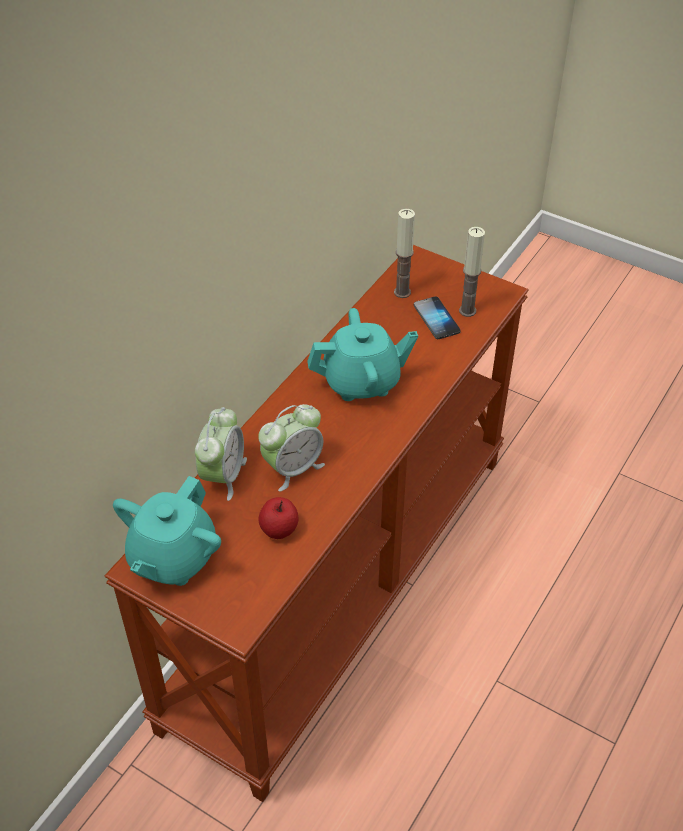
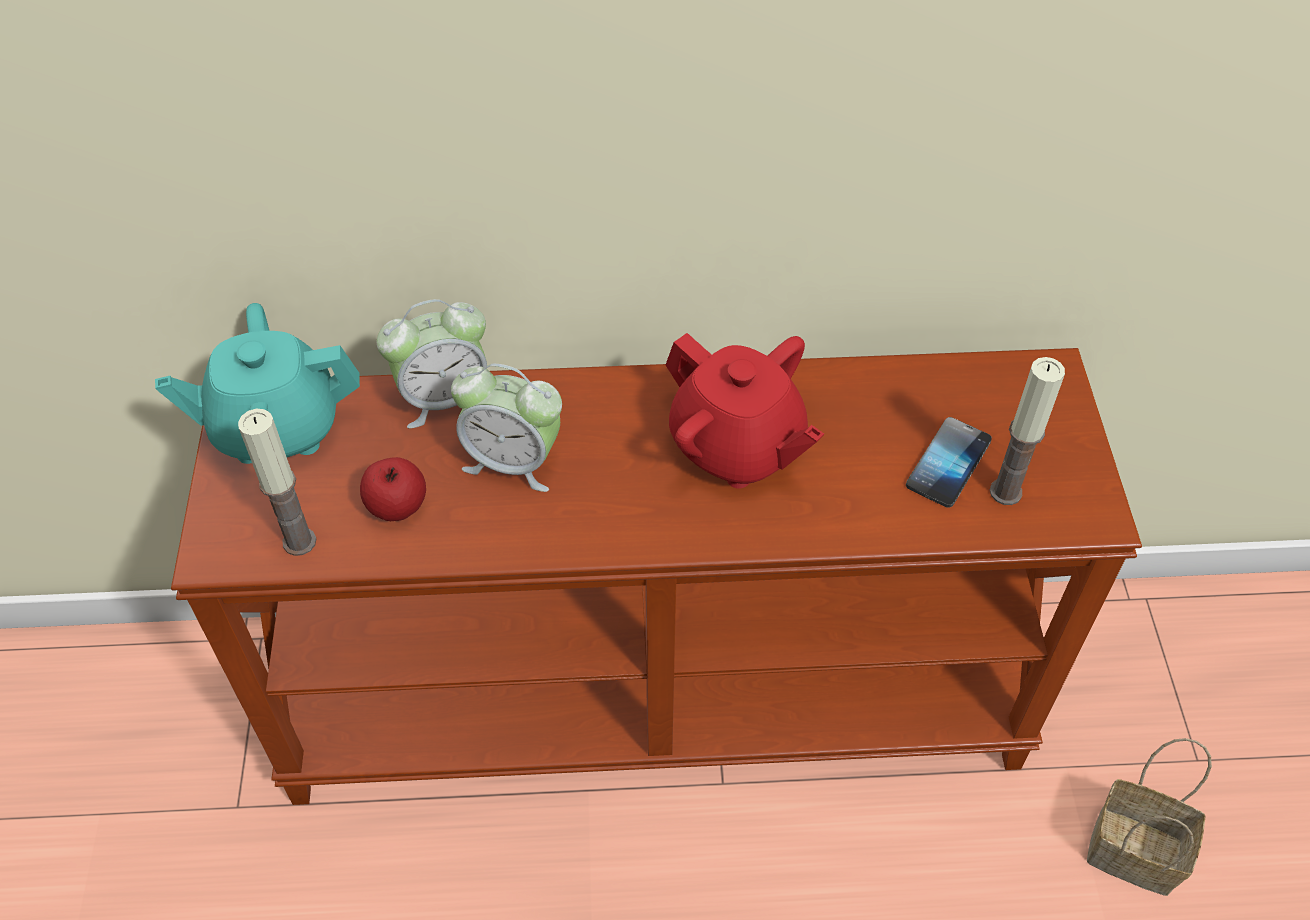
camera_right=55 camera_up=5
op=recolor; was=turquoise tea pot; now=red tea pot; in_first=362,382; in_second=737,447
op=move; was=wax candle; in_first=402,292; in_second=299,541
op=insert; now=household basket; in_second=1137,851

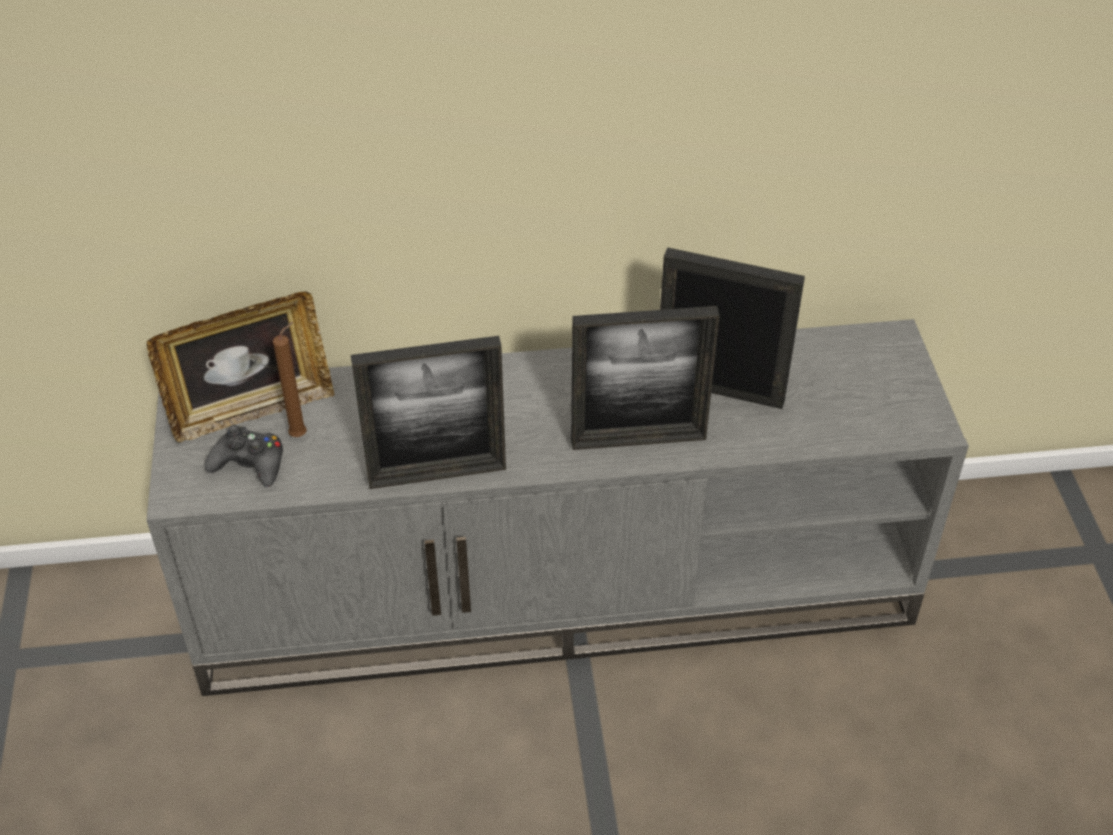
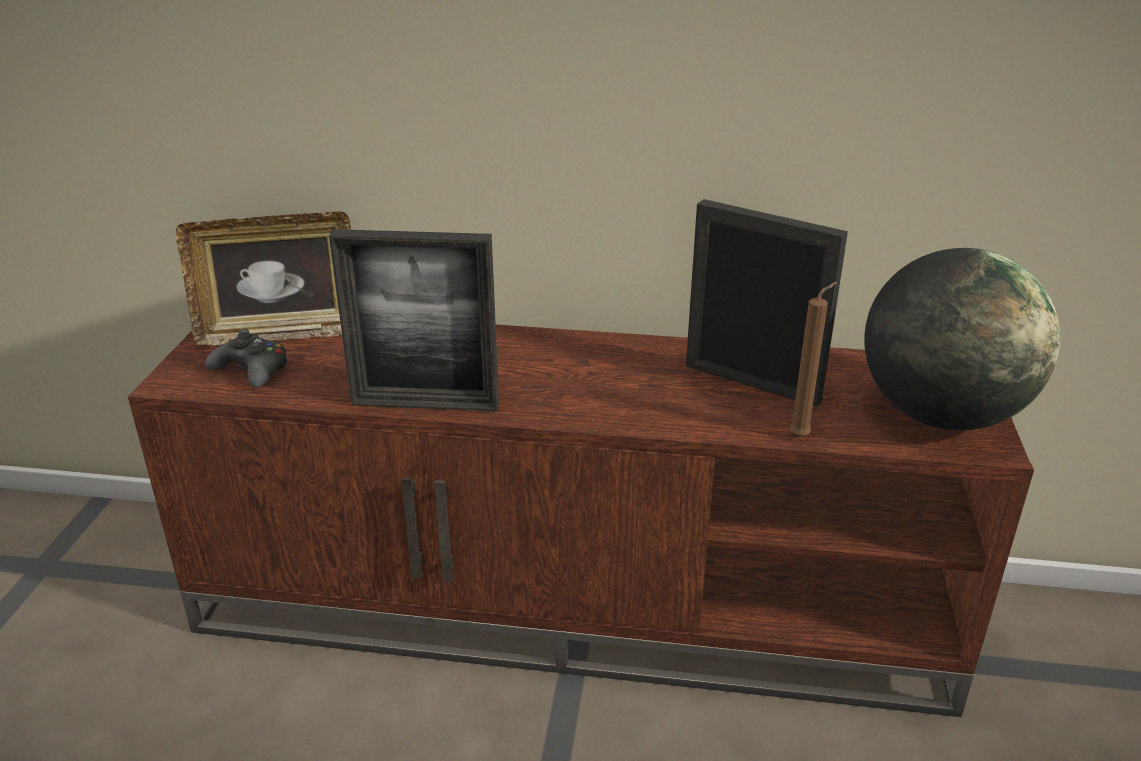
camera_right=15 camera_up=-15
op=recolor; was=grey tv stand; now=brown tv stand; in_first=559,589; in_second=575,606
op=move; was=brown wax candle; in_first=301,434; in_second=802,436
op=delete; was=picture frame; in_first=638,440
op=insert; now=globe; in_second=941,416

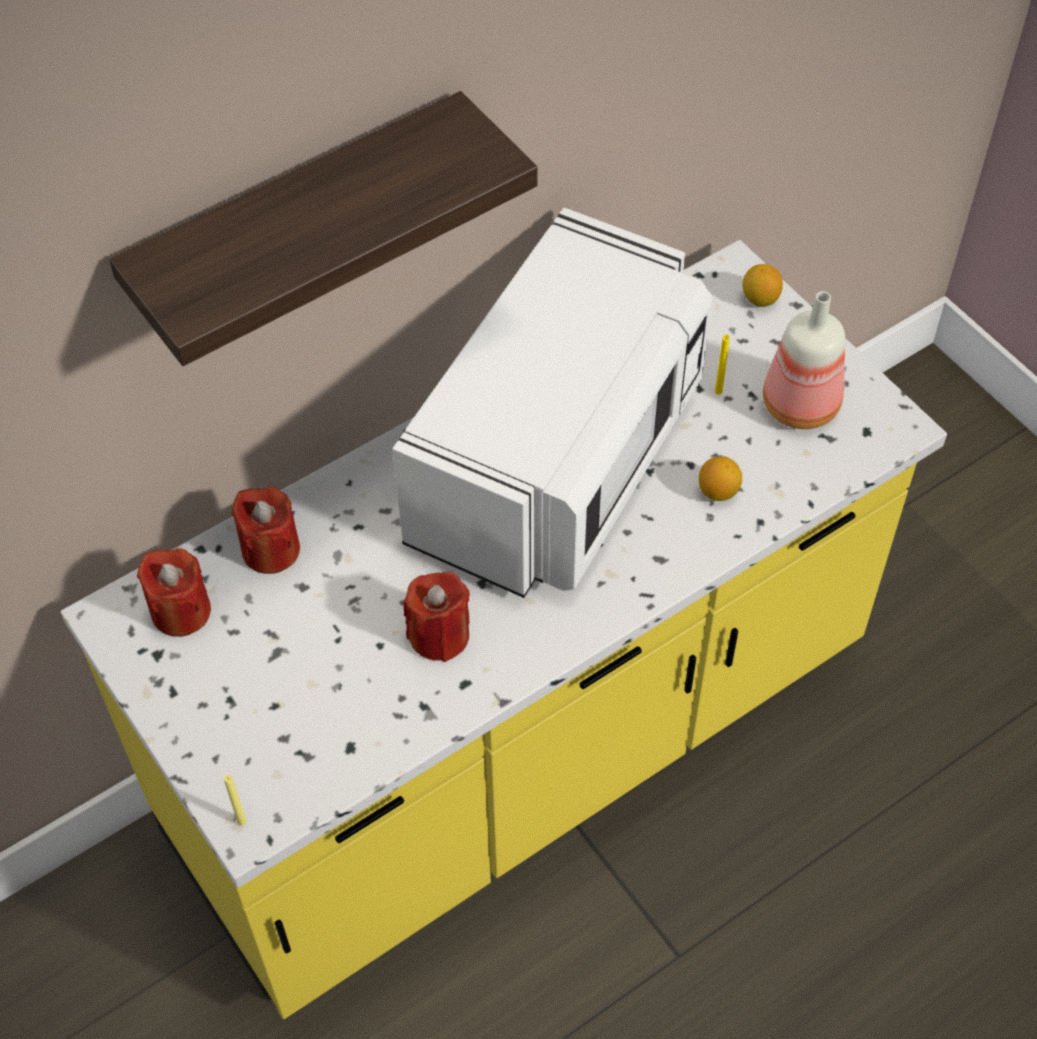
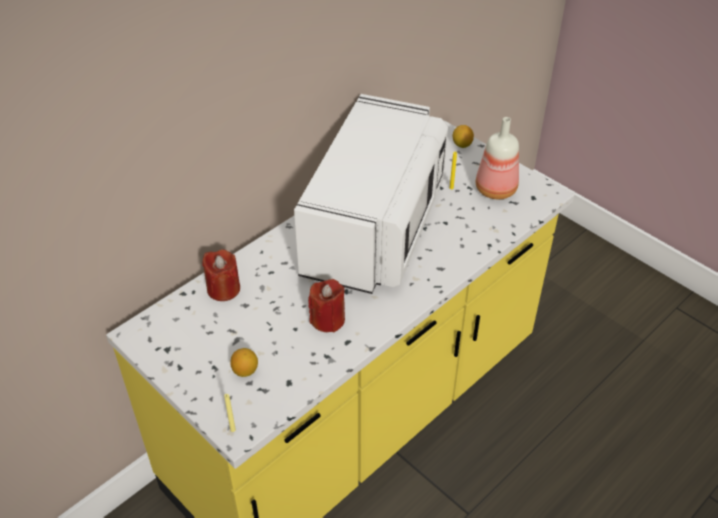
camera_right=-10 camera_up=-10
op=delete; was=bracket shelf; in_first=300,228
op=delete; was=red wax candle; in_first=181,611
op=move; was=lemon; in_first=718,491; in_second=245,371

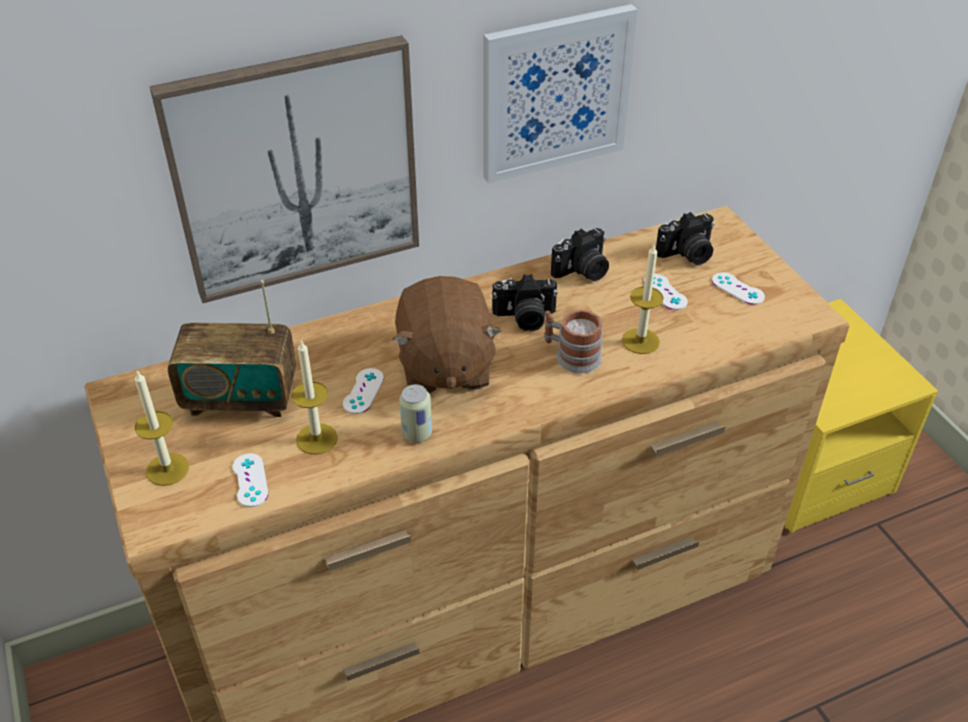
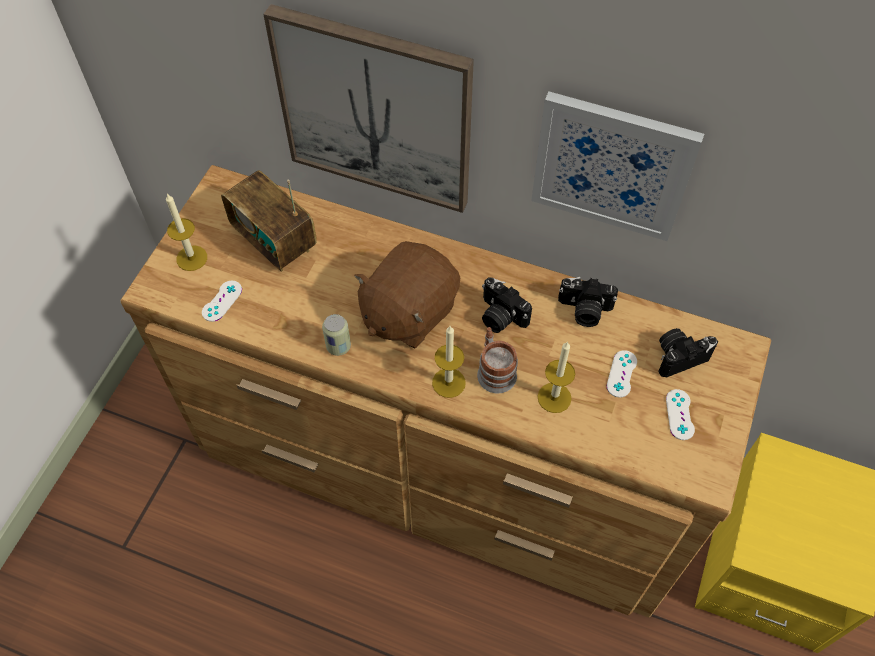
camera_right=45 camera_up=15
op=move; was=wax candle; in_first=316,439; in_second=448,382
op=delete; was=white gamepad; in_first=363,391
op=rotate; was=photo camera; in_first=687,254; in_second=679,356; clockwise=135

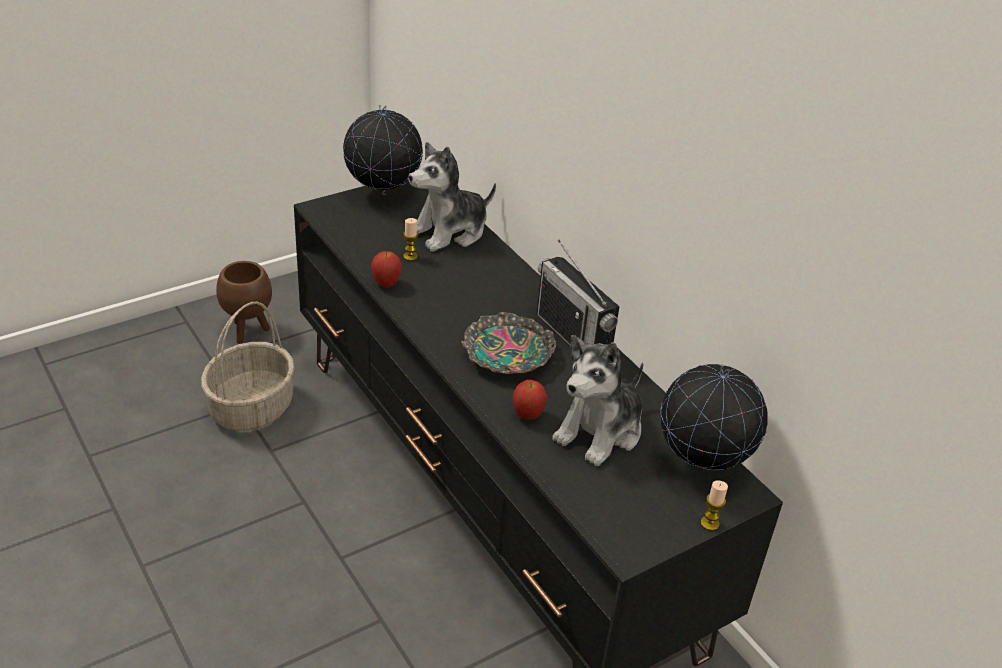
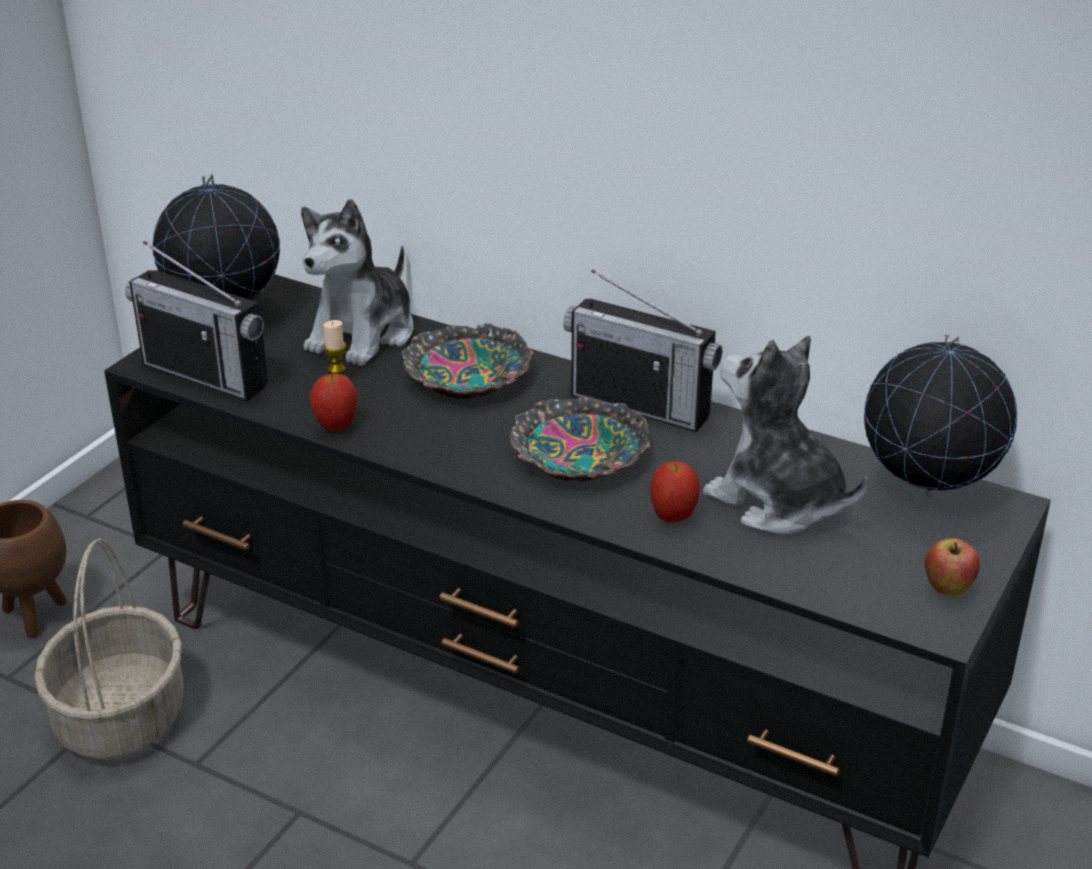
camera_right=-25 camera_up=-5
op=rotate; was=cuddly toy; in_first=600,431; in_second=777,502; clockwise=120
op=delete; was=wax candle; in_first=709,523
op=insert; now=radio receiver; in_second=205,375
op=insert; now=serving bowl; in_second=466,377
op=insert; now=apple fruit; in_second=947,590

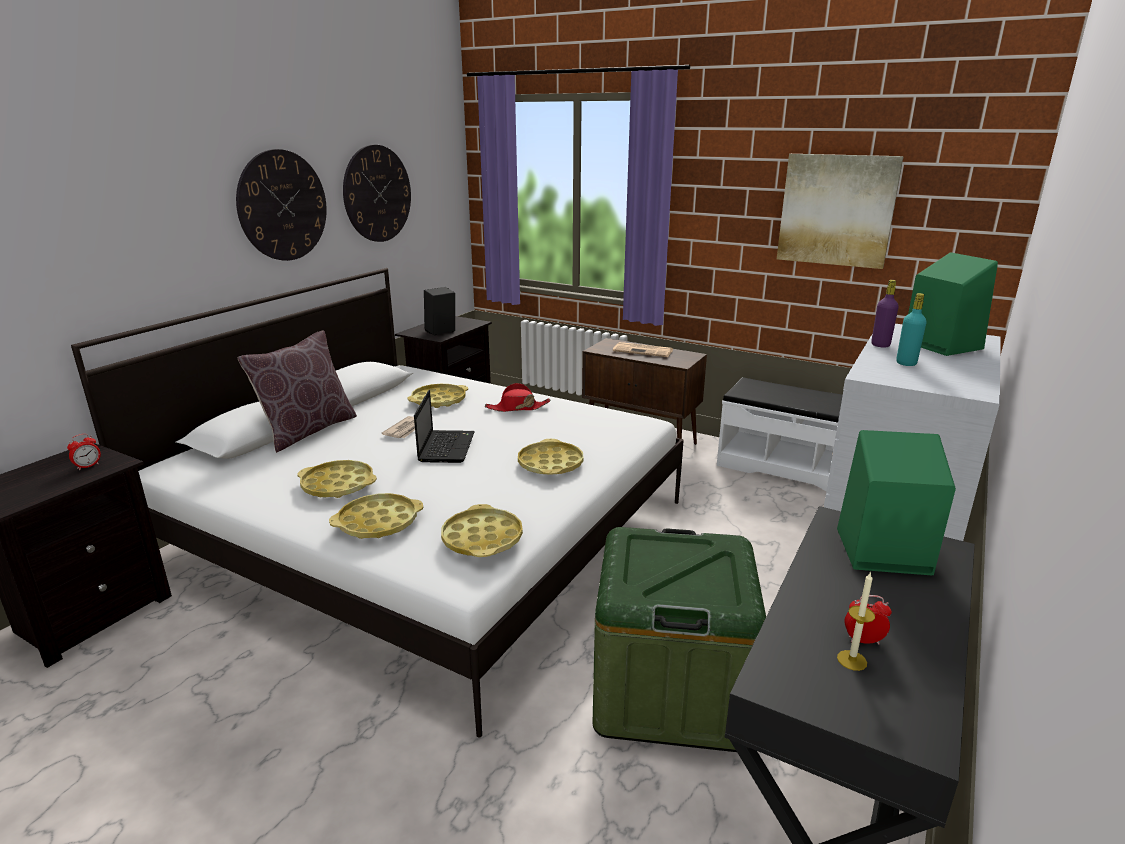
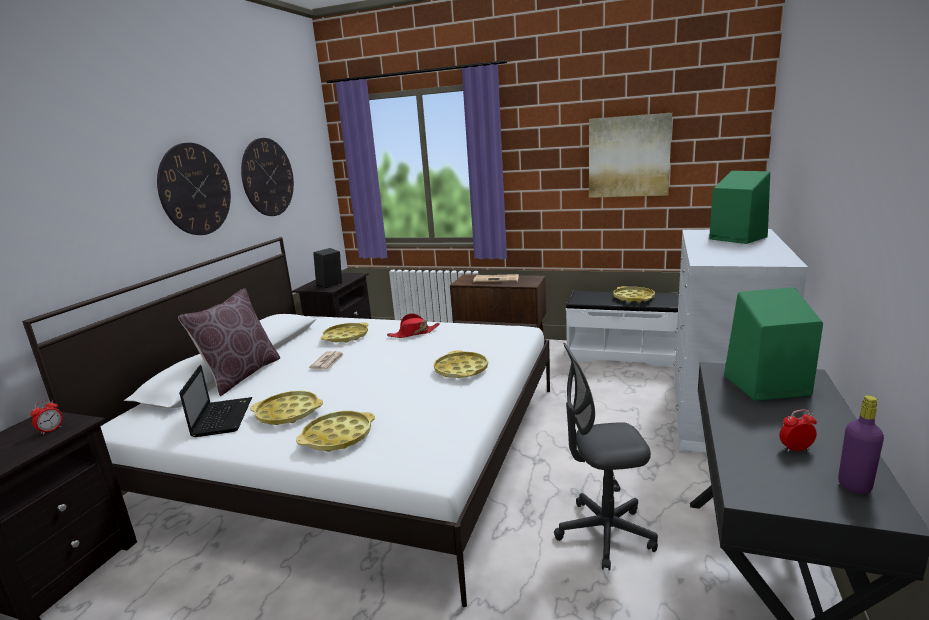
camera_right=-10 camera_up=-5
op=move; was=laptop; in_first=446,447; in_second=222,417
op=move; was=yellow-coloured carrying tray; in_first=482,538; in_second=633,298
op=replace; was=greenish storage box; now=grey computer chair; in_first=670,689; in_second=605,533
op=delete; was=wax candle; in_first=852,660
op=move; was=purple-coloured drink bottle; in_first=880,345; in_second=854,486
op=delete; was=turquoise drink bottle; in_first=906,363

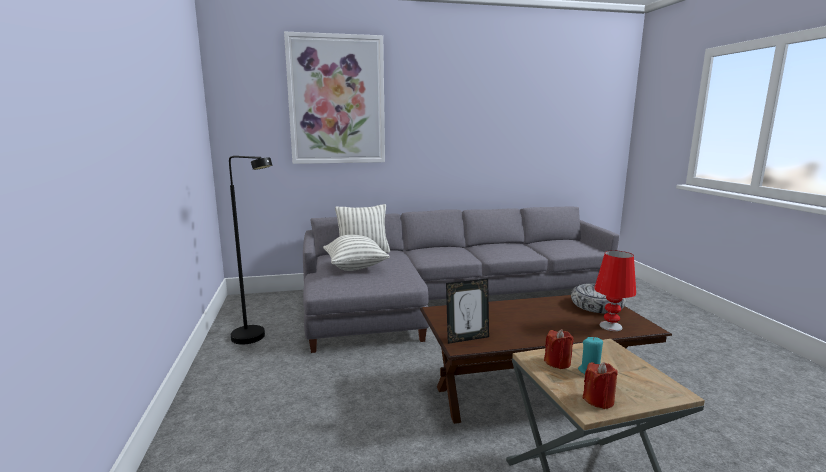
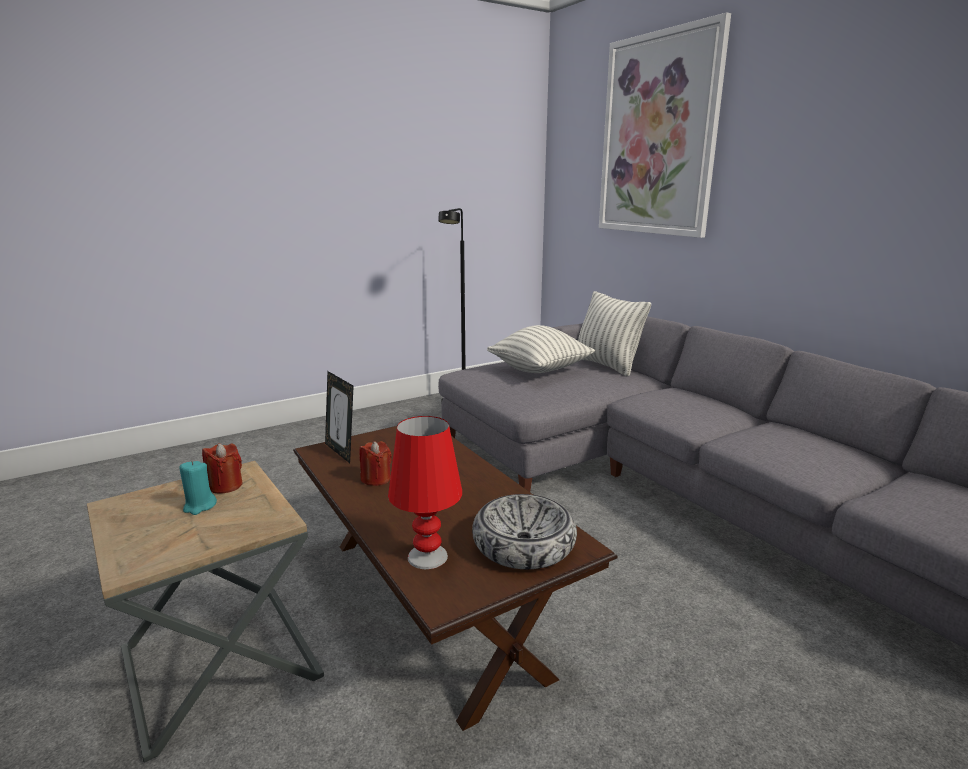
camera_right=70 camera_up=5
op=move; was=red wax candle; in_first=598,400; in_second=376,479

